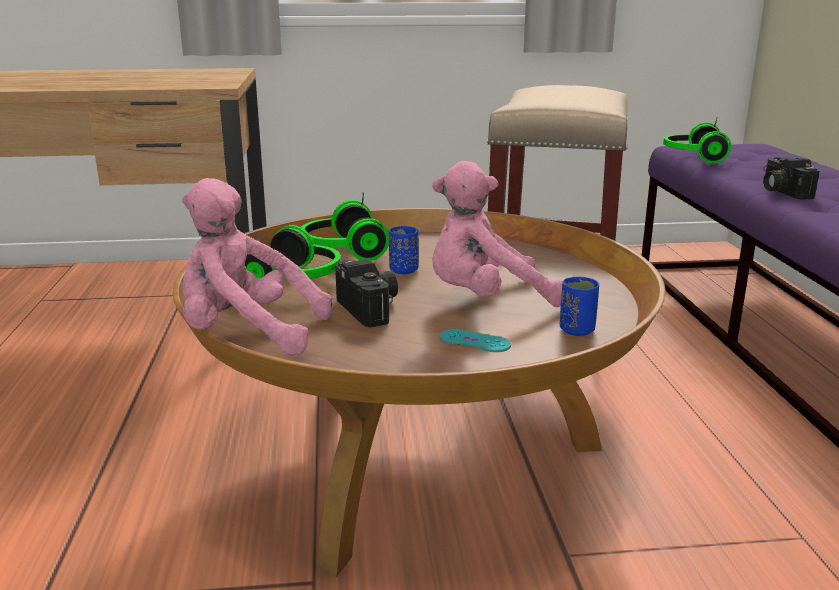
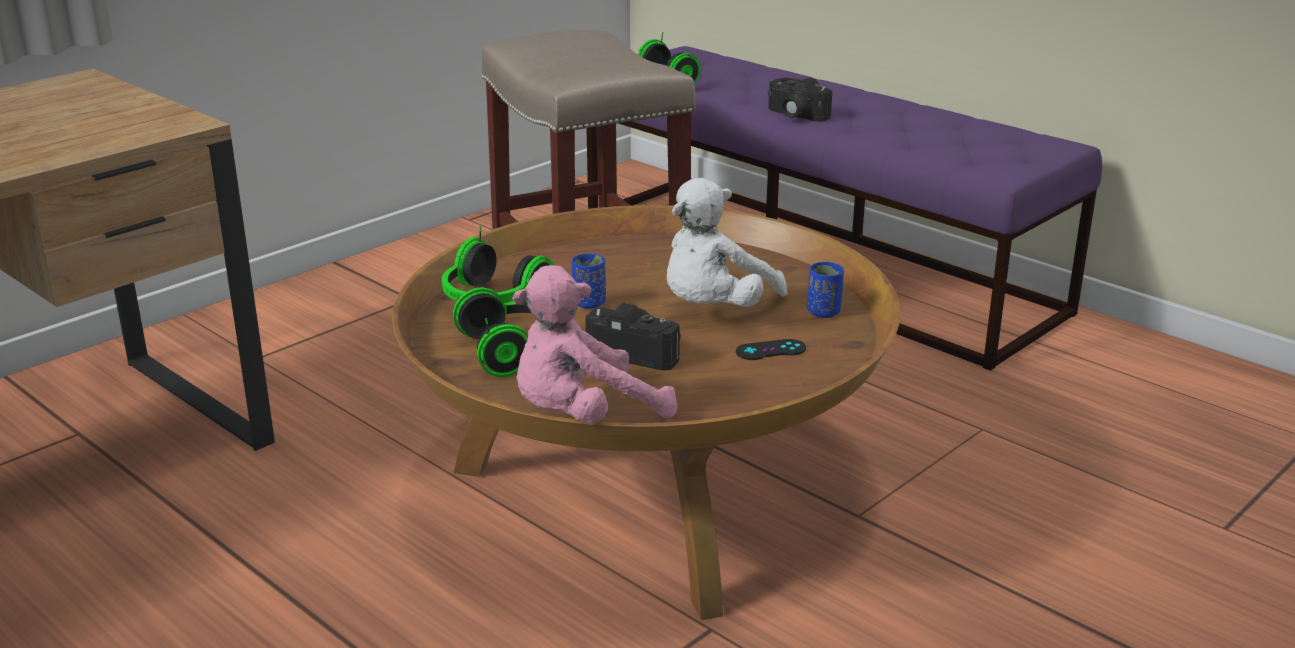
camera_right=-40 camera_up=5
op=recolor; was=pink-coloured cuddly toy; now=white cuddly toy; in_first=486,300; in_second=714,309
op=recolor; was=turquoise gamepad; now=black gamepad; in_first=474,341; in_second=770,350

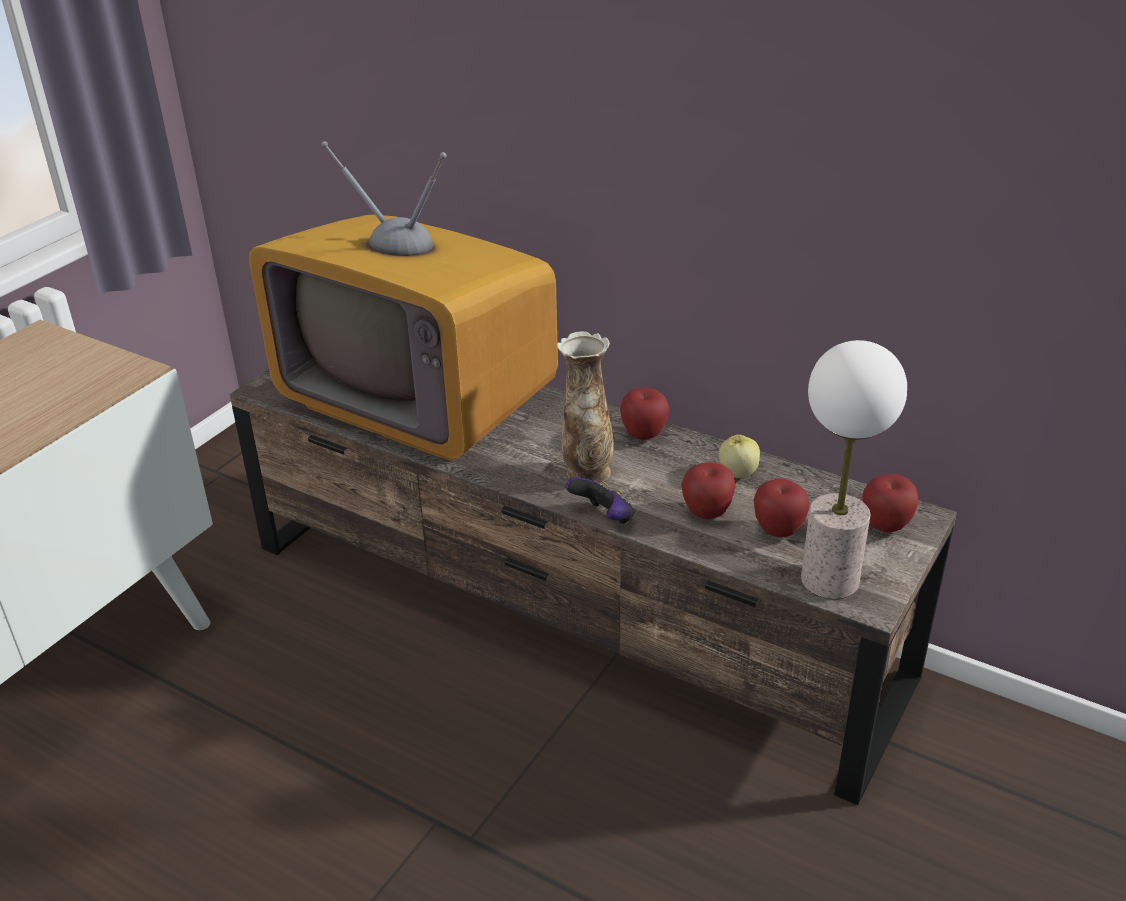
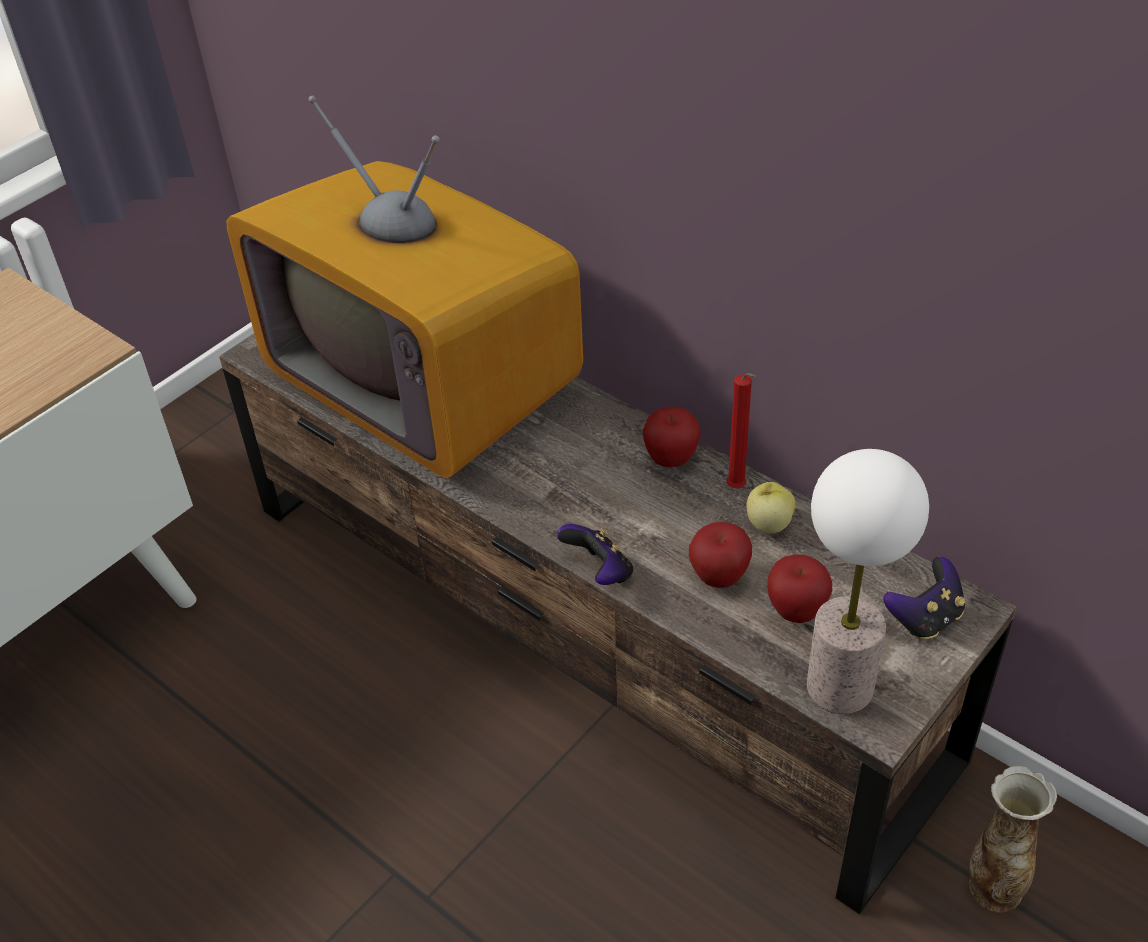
camera_right=10 camera_up=10
op=move; was=decorative vase; in_first=586,472; in_second=993,887
op=replace; was=apple fruit; now=gamepad; in_first=885,526; in_second=925,618
op=insert; now=red wax candle; in_second=738,489

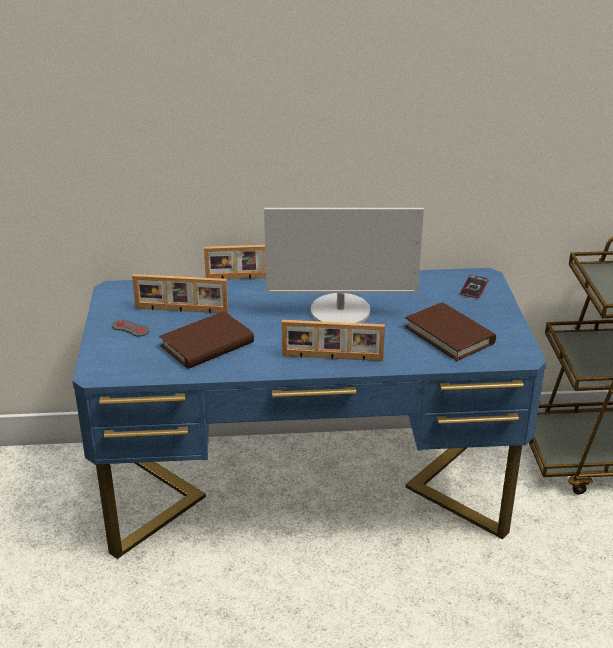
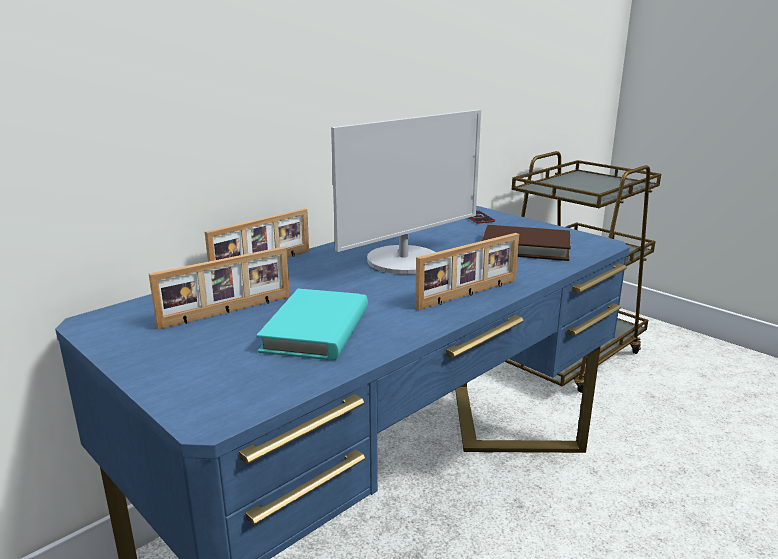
camera_right=-40 camera_up=-10
op=delete; was=grey gamepad; in_first=130,328
op=recolor; was=brown bound book; now=turquoise bound book; in_first=207,344; in_second=316,330

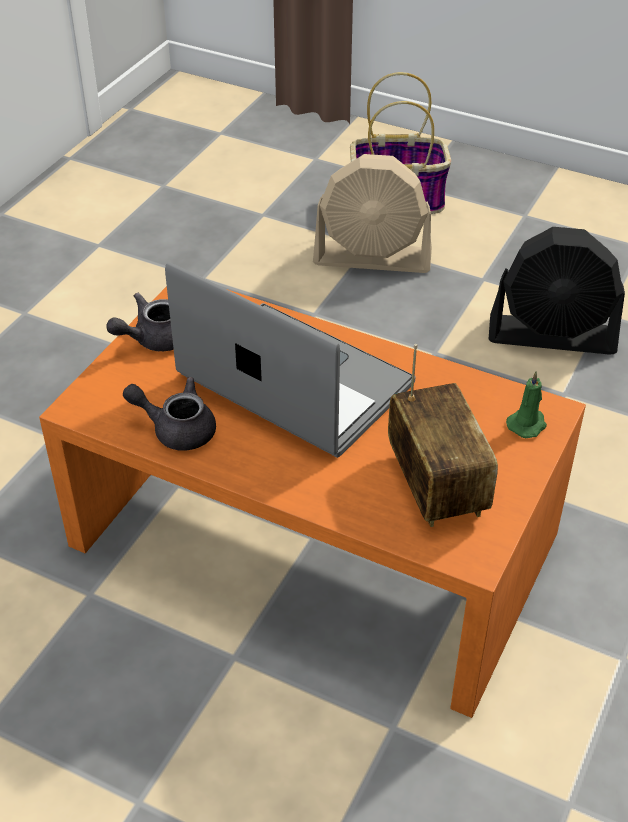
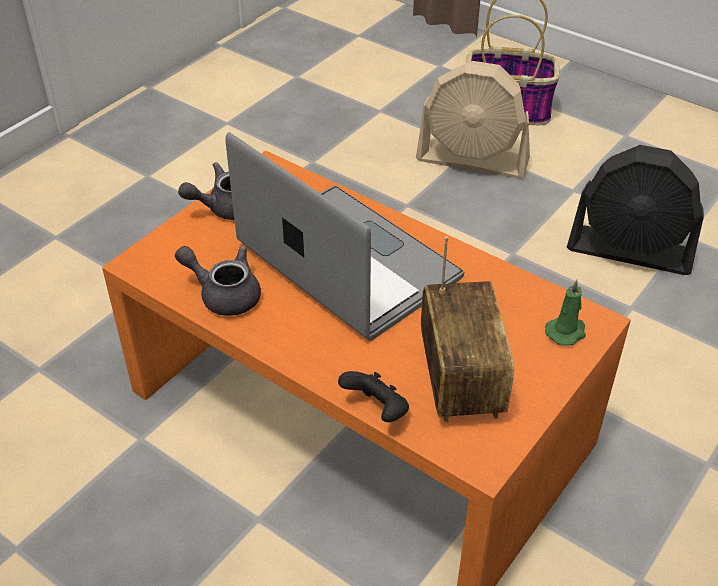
camera_right=10 camera_up=0
op=insert; now=black gamepad; in_second=377,411

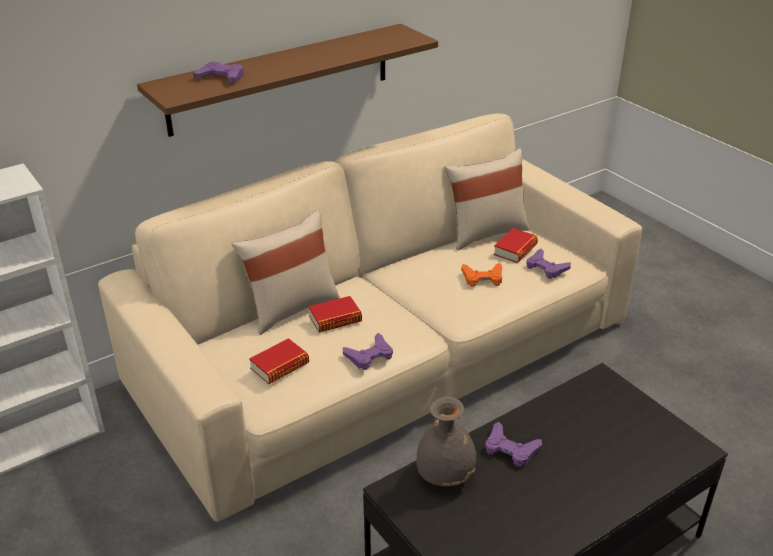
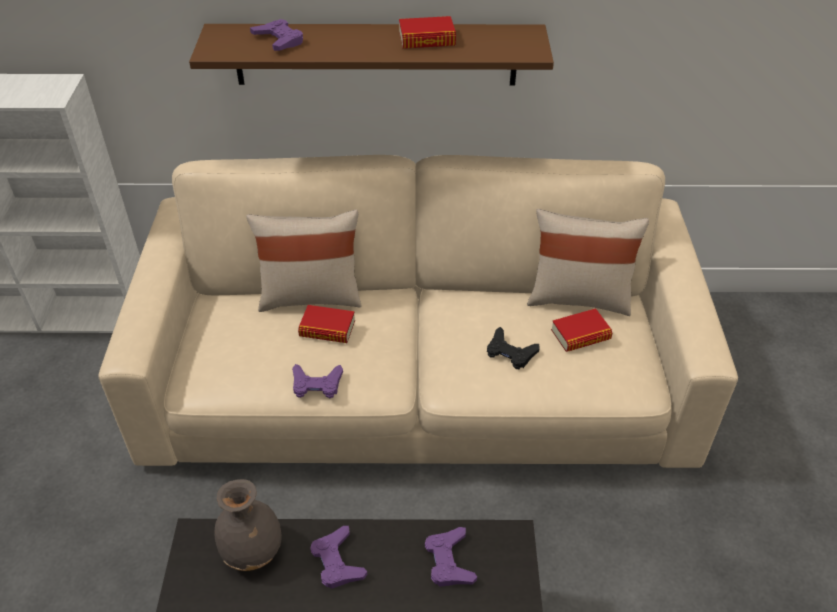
camera_right=35 camera_up=10
op=move; was=bound book; in_first=279,366; in_second=427,39
op=recolor; was=orange-coloured gamepad; now=black gamepad; in_first=482,278; in_second=510,352
op=move; was=purple-coloured gamepad; in_first=546,268; in_second=449,561

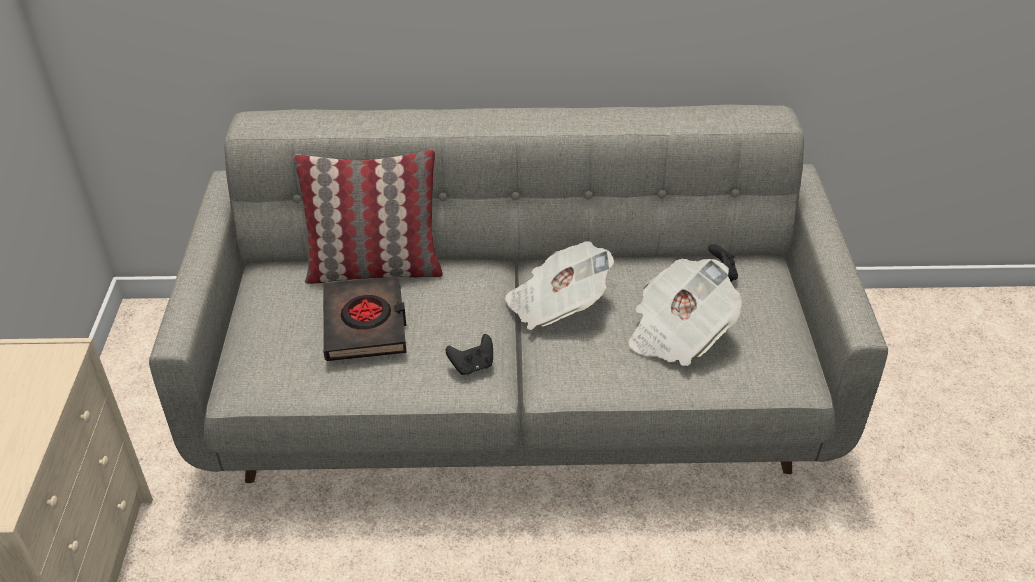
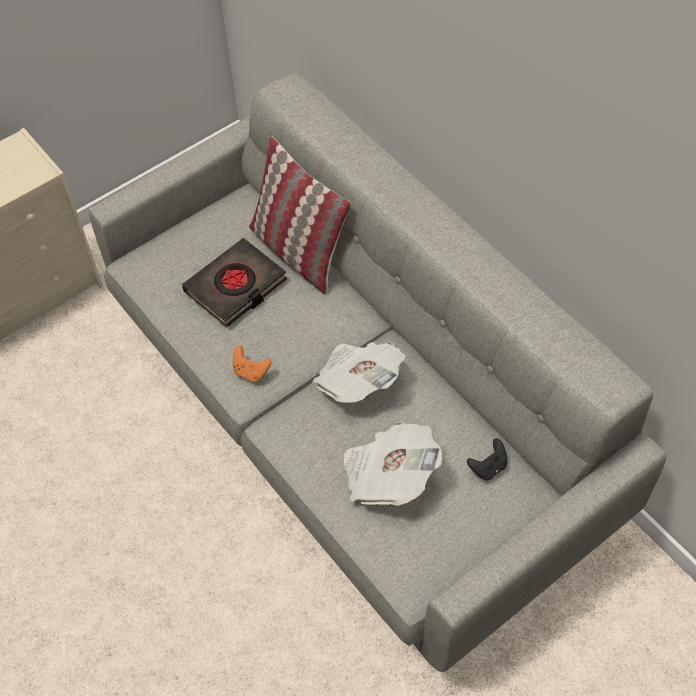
camera_right=55 camera_up=15
op=recolor; was=black gamepad; now=orange-coloured gamepad; in_first=472,366; in_second=251,372

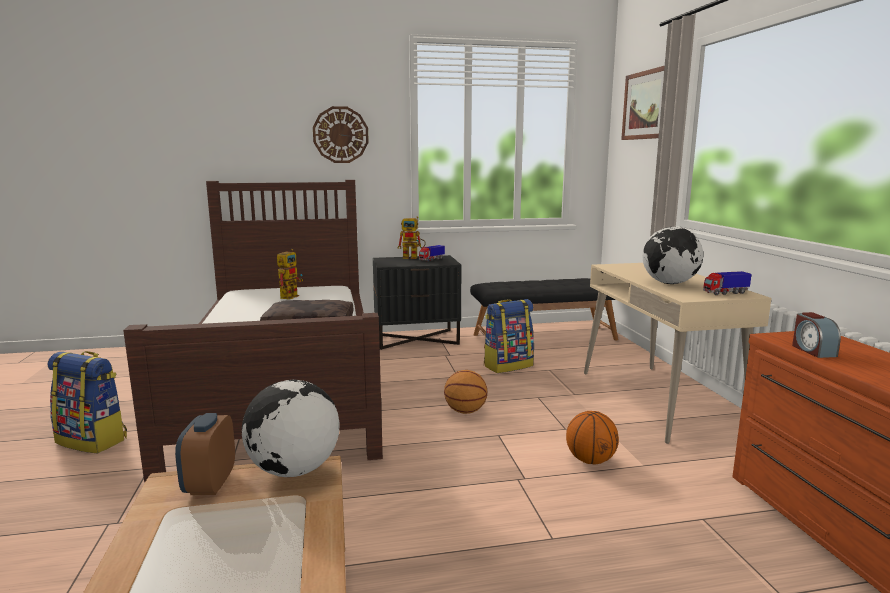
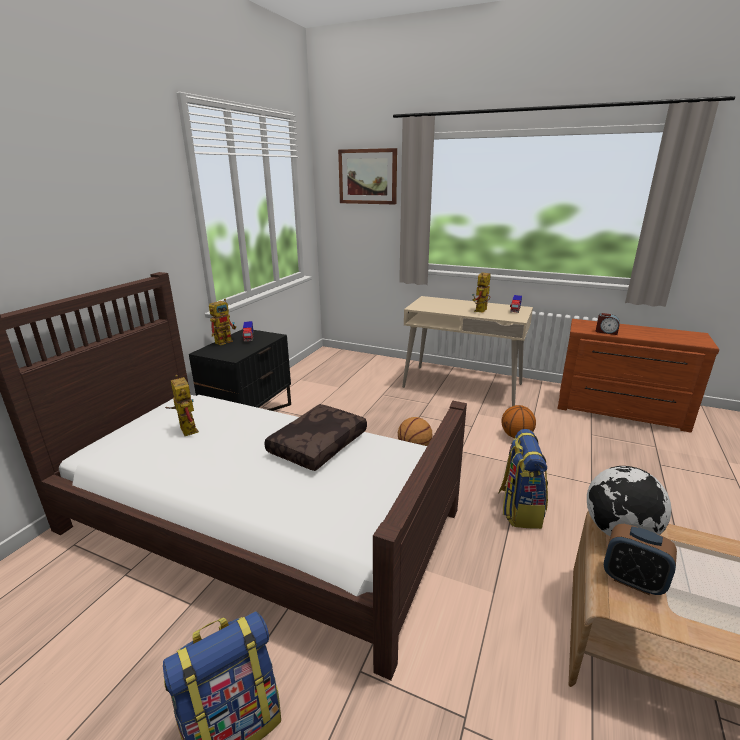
camera_right=-55 camera_up=10
op=delete; was=wall clock; in_first=340,135
op=delete; was=black bench; in_first=544,337
op=move; was=backpack; in_first=508,365; in_second=519,509
op=replace; was=globe; now=model robot; in_first=669,283; in_second=481,311

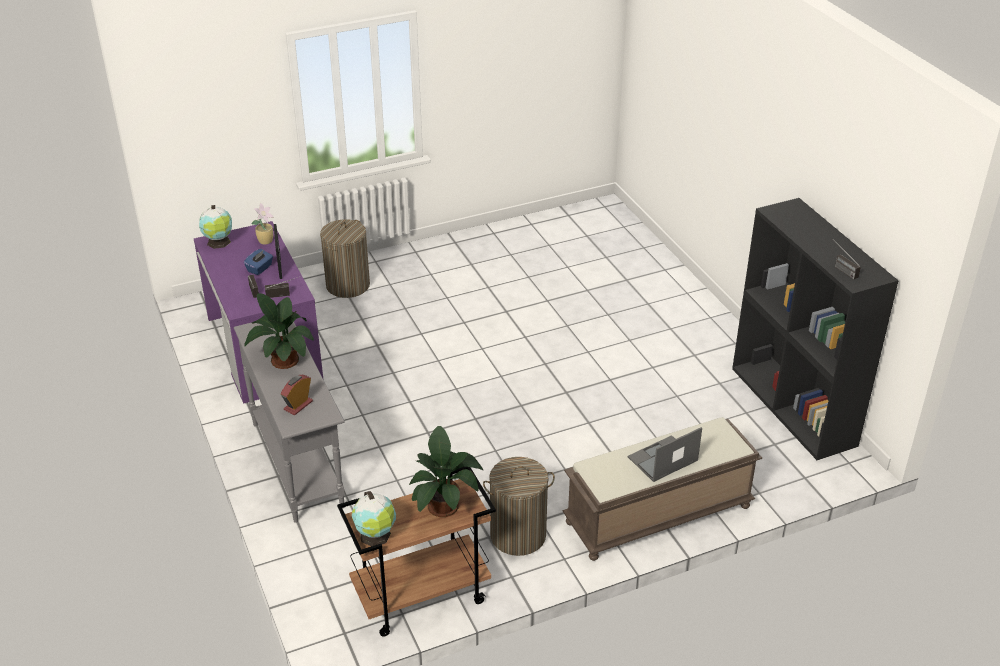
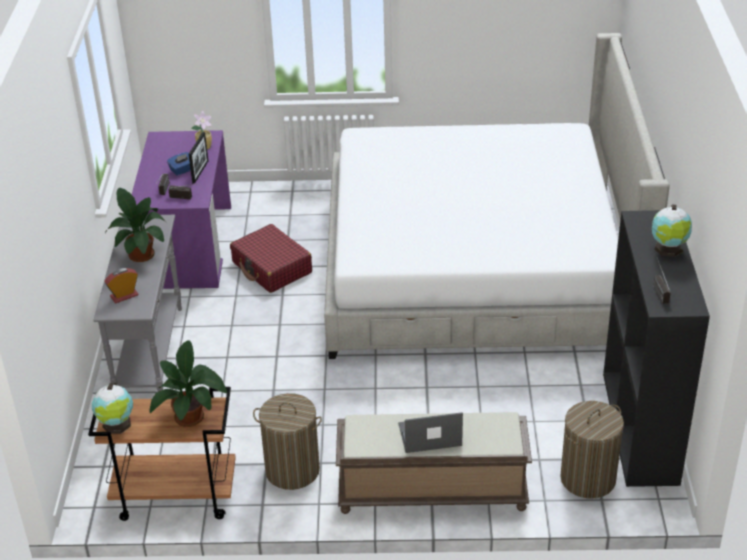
camera_right=25 camera_up=0
op=move; was=globe; in_first=219,242; in_second=668,249
op=move; was=laundry basket; in_first=348,285; in_second=588,478
op=insert; now=red travel case; in_second=272,268
op=insert; now=bed; in_second=477,269

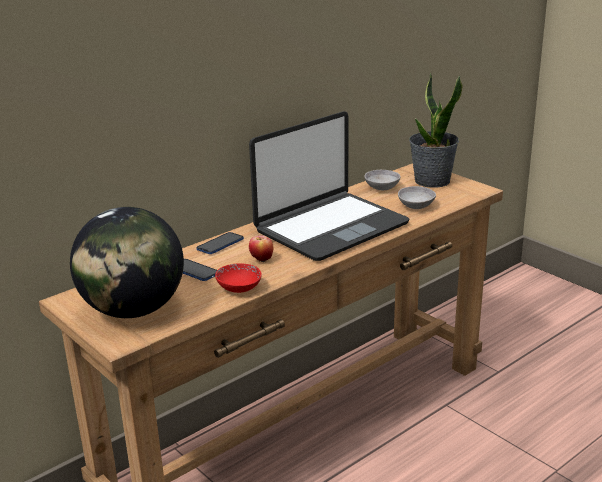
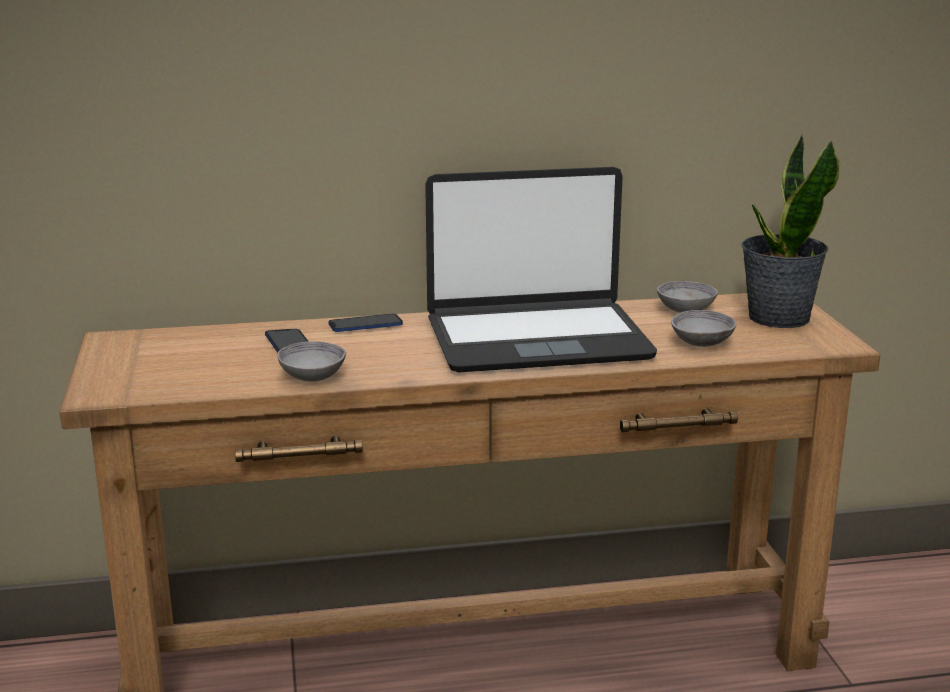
camera_right=30 camera_up=-5
op=delete; was=globe; in_first=133,310
op=recolor; was=red serving bowl; now=grey serving bowl; in_first=239,288; in_second=312,377
op=delete; was=apple fruit; in_first=261,260

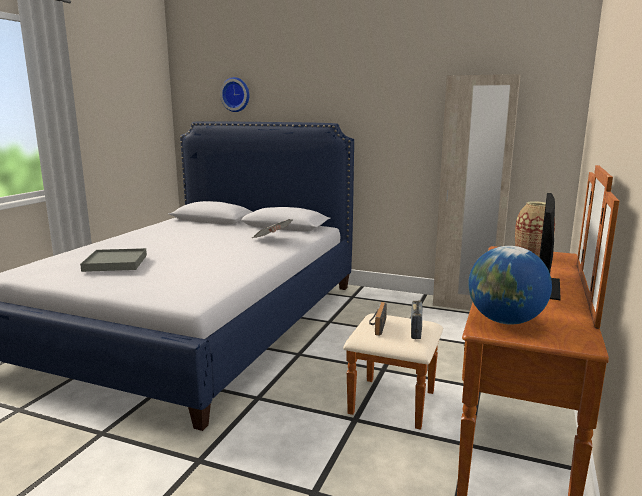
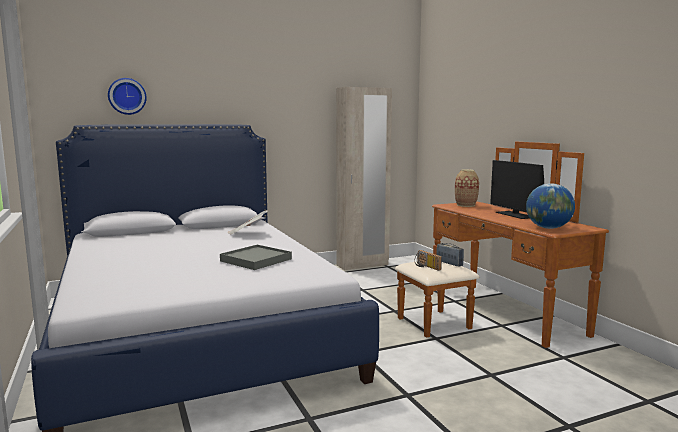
camera_right=-45 camera_up=-5
op=move; was=grey carrying tray; in_first=115,263; in_second=256,260

